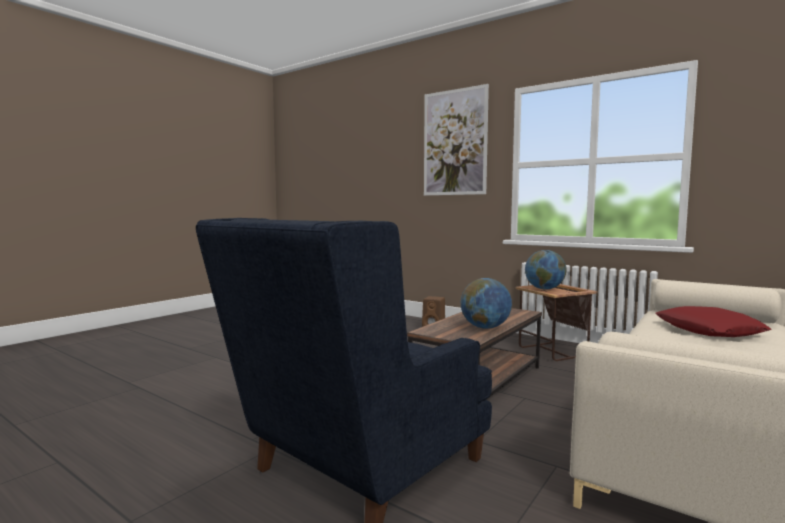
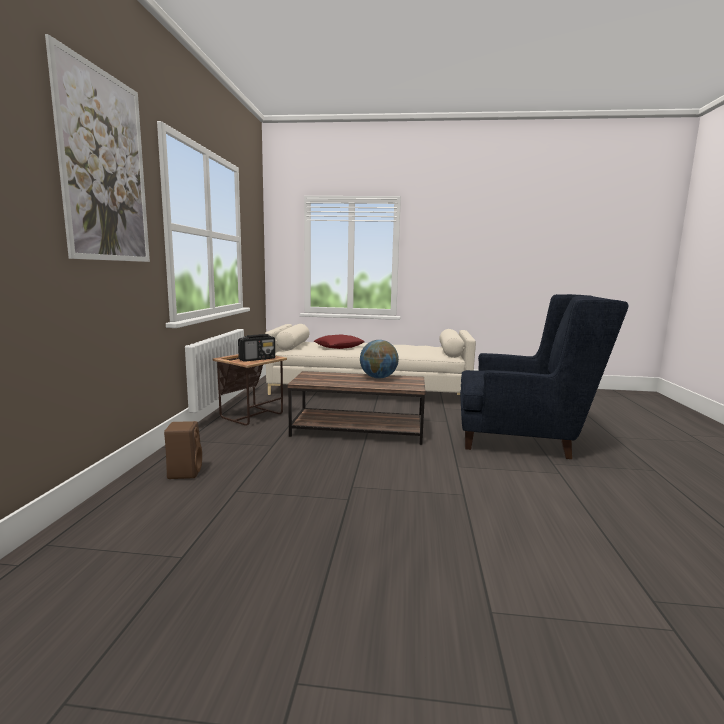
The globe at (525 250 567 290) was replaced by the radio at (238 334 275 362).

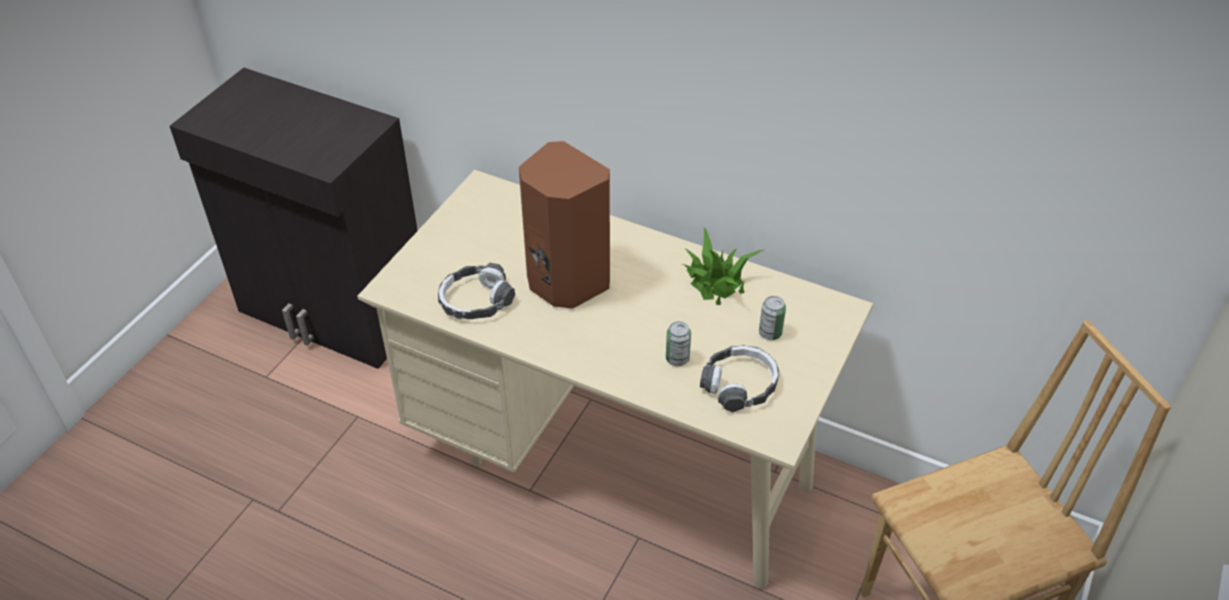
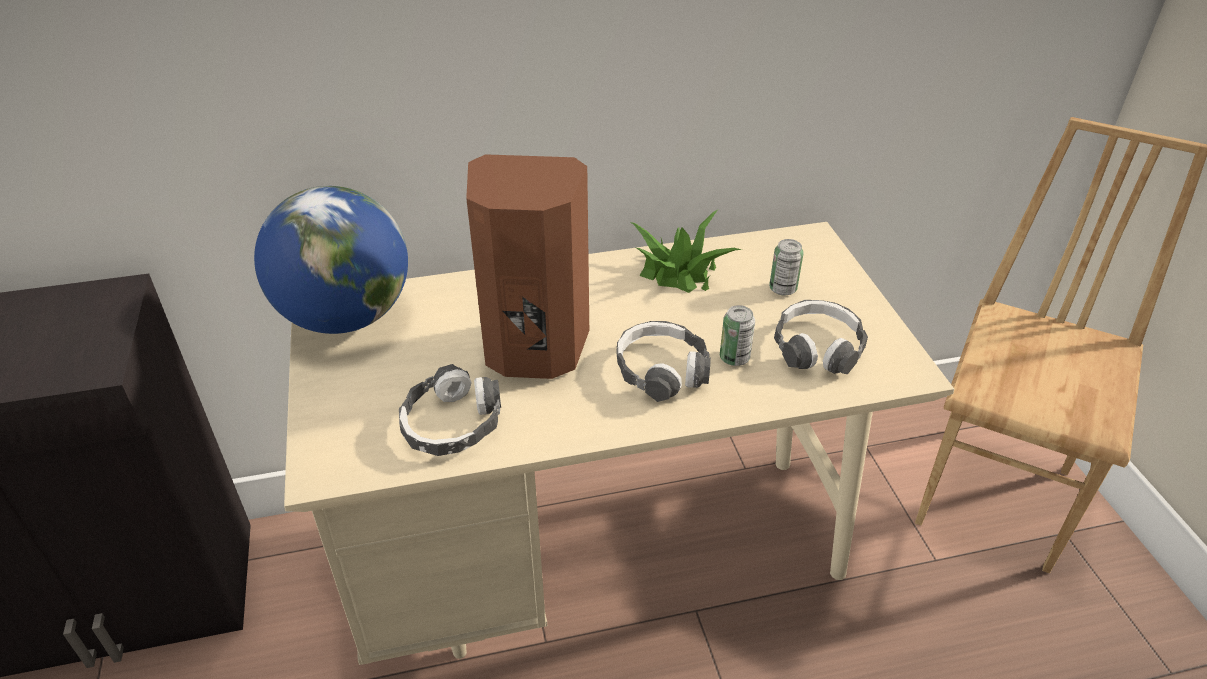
The globe at (254 186 408 334) appeared.
The headphones at (617 321 711 402) appeared.

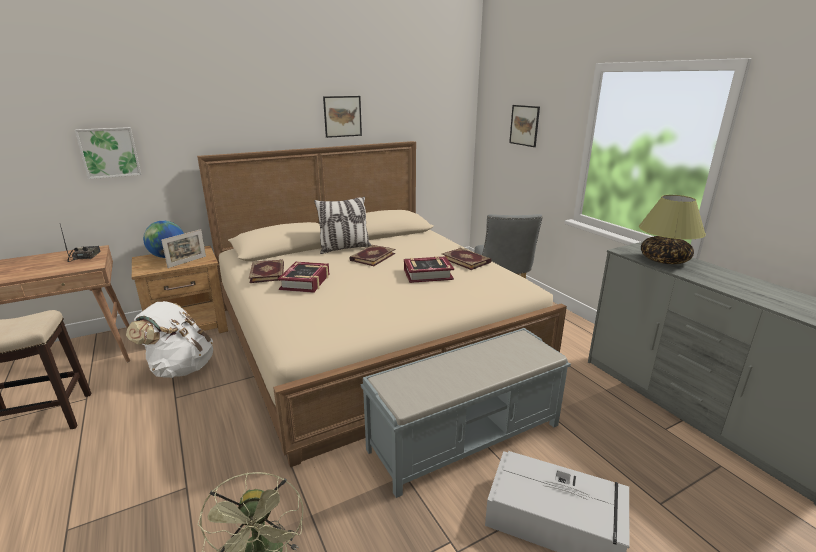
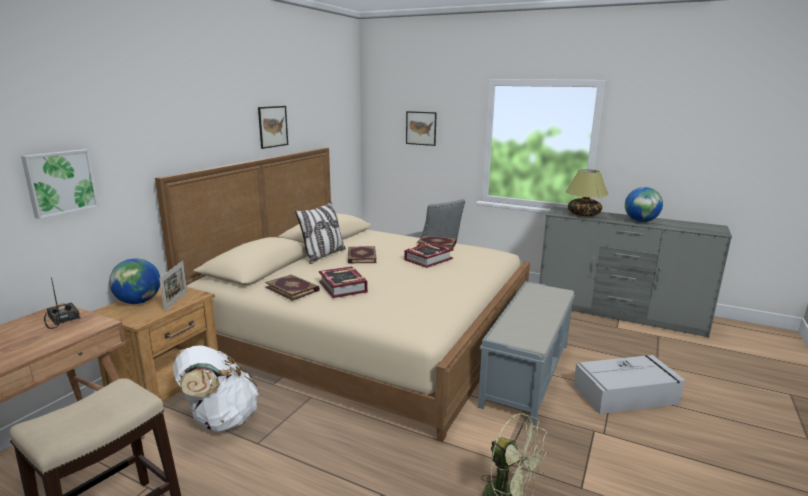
The globe at (625 187 663 222) appeared.

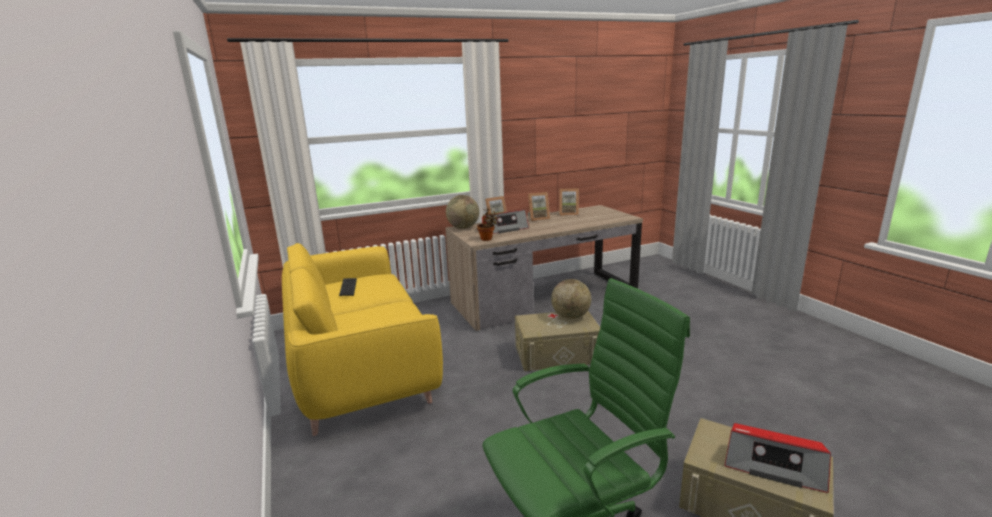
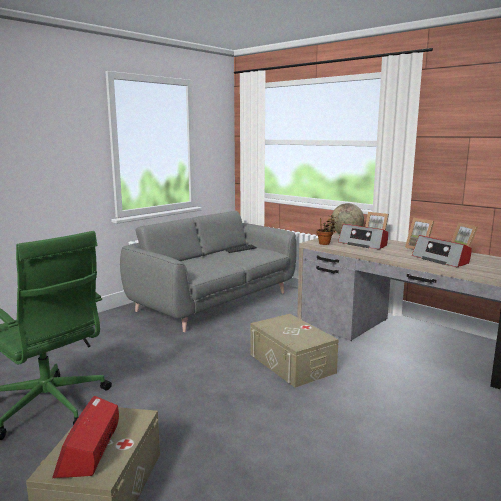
The couch/yellowish at (282 243 443 436) became the couch/grey at (120 211 297 332).
The radio at (412 235 472 267) appeared.
The globe at (551 279 591 319) disappeared.

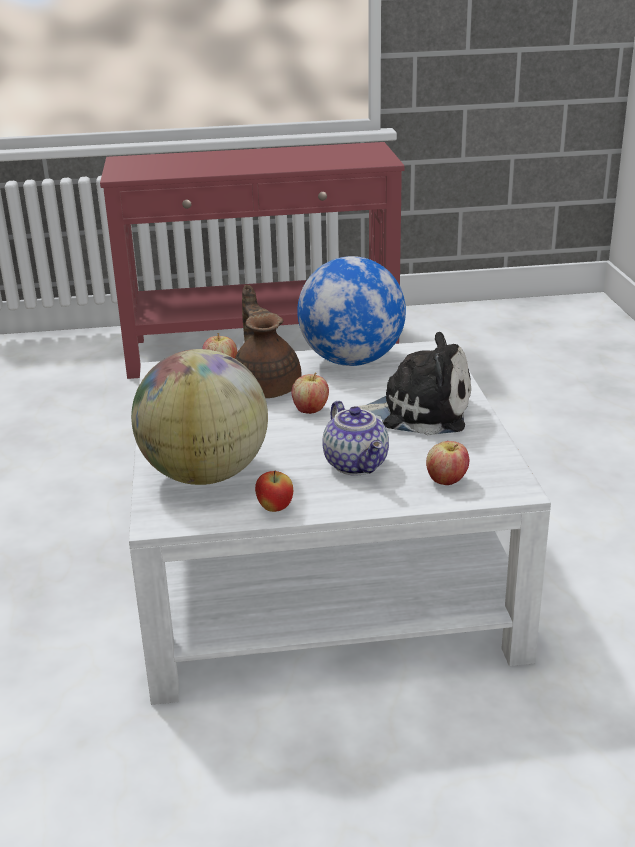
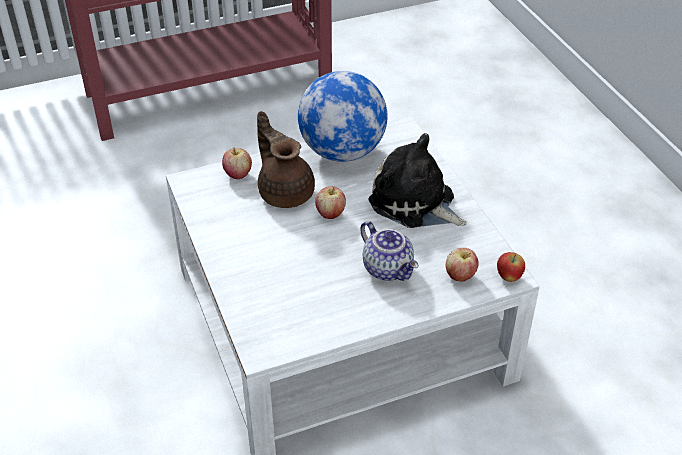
The cuddly toy at (357 332 471 435) turned 135 degrees counterclockwise.
The whole apple moved from (255 470 293 512) to (497 252 525 282).
The globe at (131 349 268 485) disappeared.

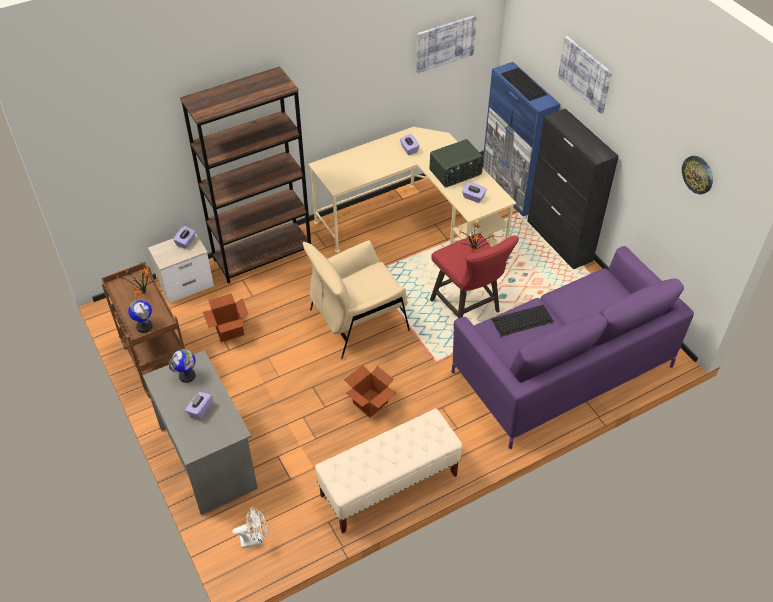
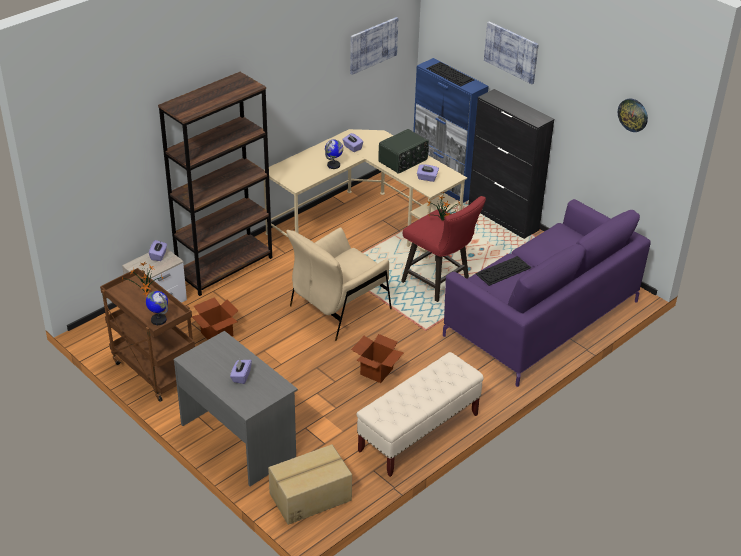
The cooling fan/white at (232 507 267 548) was replaced by the cardboard box at (268 444 352 525).
The globe moved from (169 349 196 383) to (325 140 343 169).

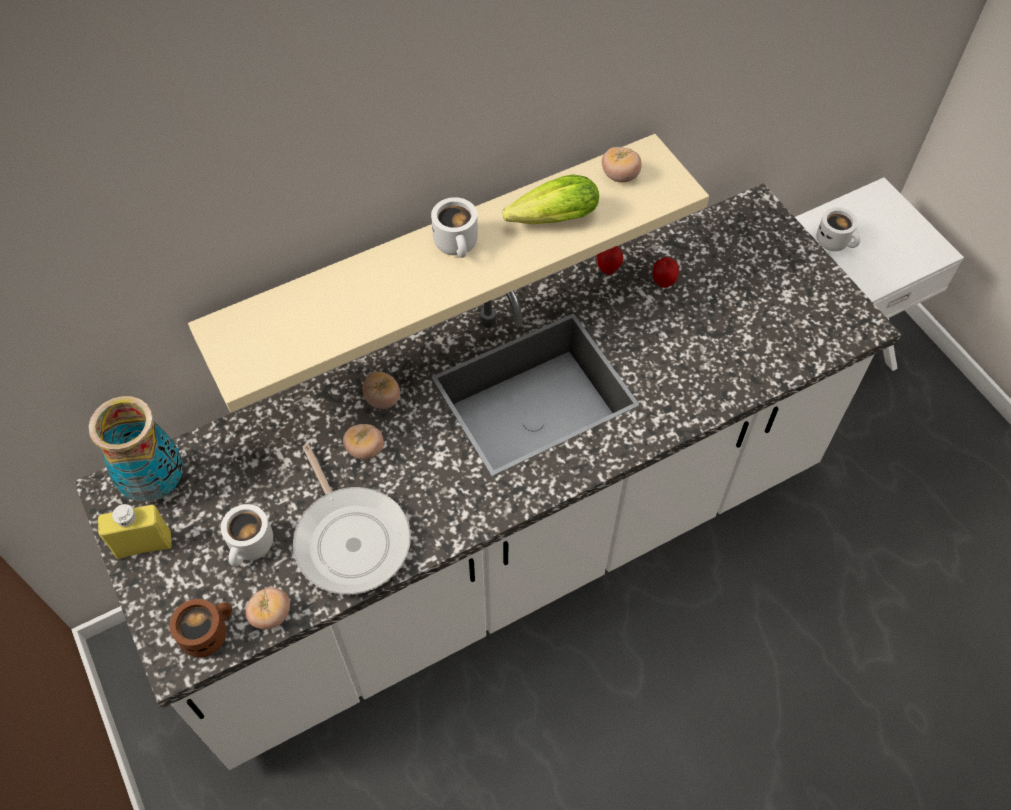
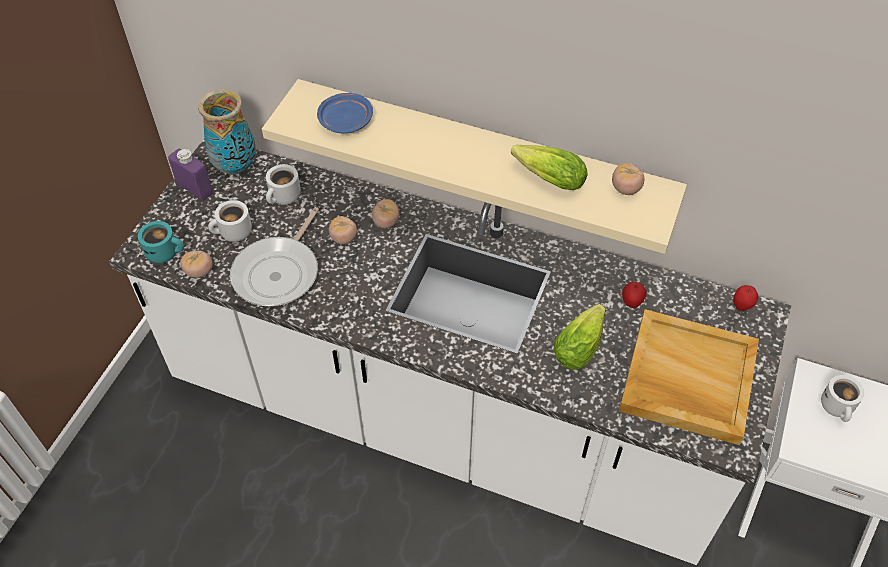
The coffee mug/brown-coloured at (170 599 232 658) became the coffee mug/turquoise-coloured at (138 221 184 263).
The bottle/yellowish at (98 504 172 559) became the bottle/purple at (168 148 213 201).
The coffee mug/white moved from (431 197 478 258) to (266 164 301 205).
The flat dish/blue-coloured at (317 93 373 134) appeared.
The head of lettuce at (554 304 606 370) appeared.
The tray/beige-coloured at (619 309 759 445) appeared.
The whole apple moved from (597 246 623 275) to (733 285 758 311).

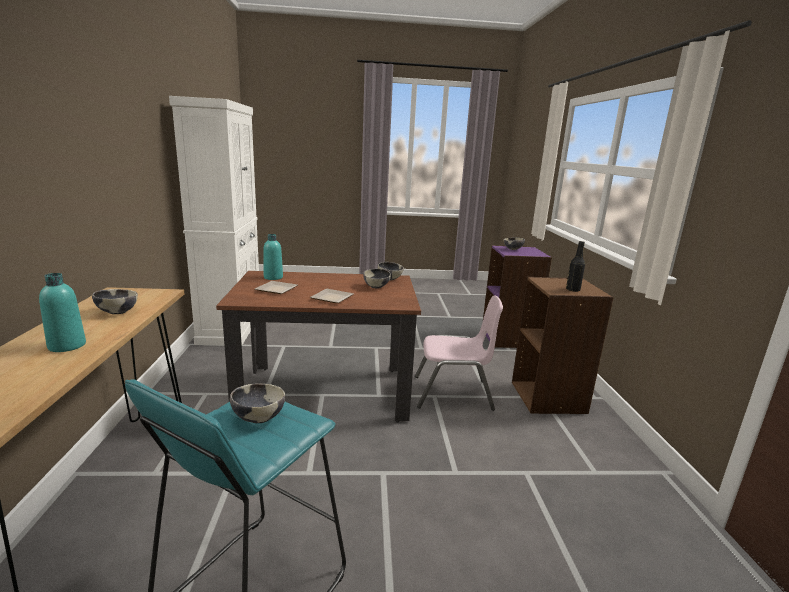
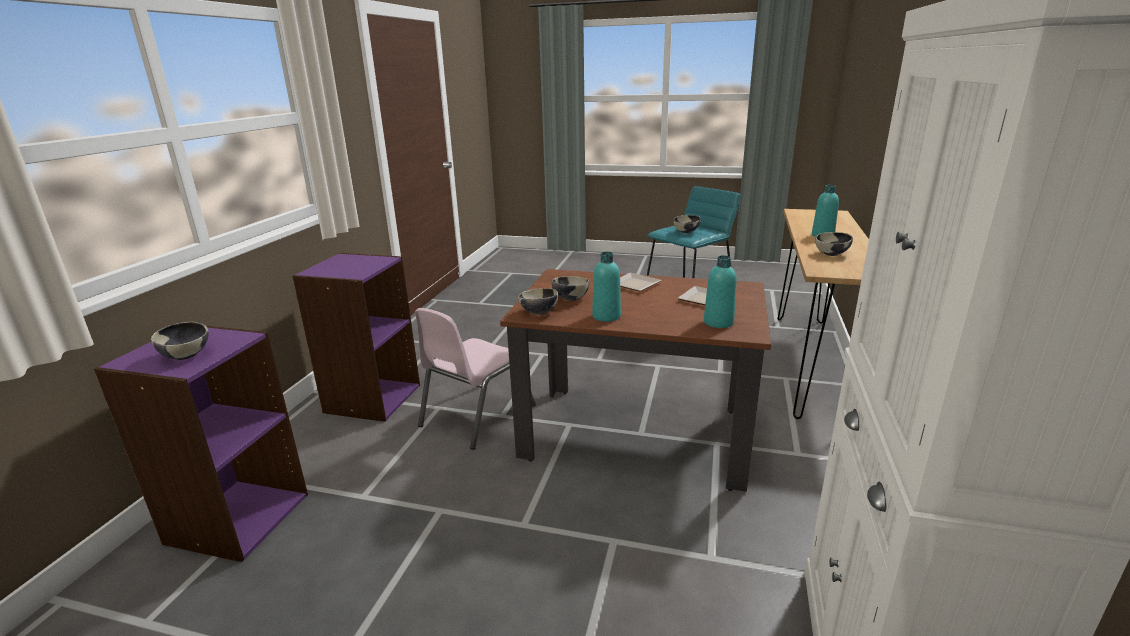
The bookcase/brown-coloured at (512 277 614 414) became the bookcase/purple at (292 253 420 422).
The plain chair/pink at (415 295 503 411) turned 75 degrees counterclockwise.
The bottle/turquoise-coloured at (592 251 621 322) appeared.
The bottle/black at (566 241 585 291) disappeared.

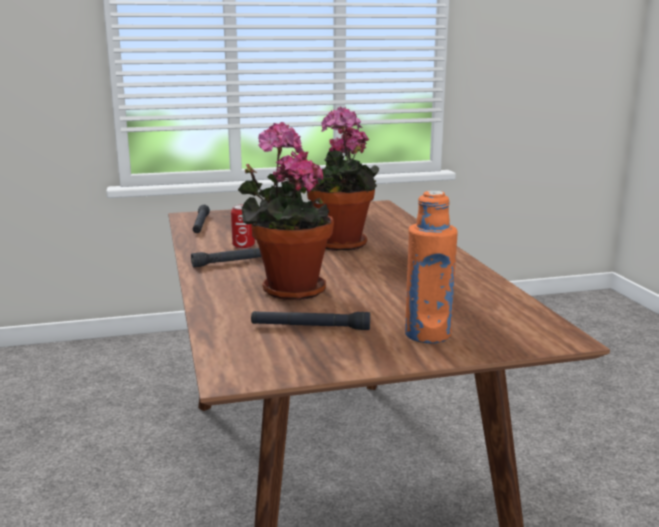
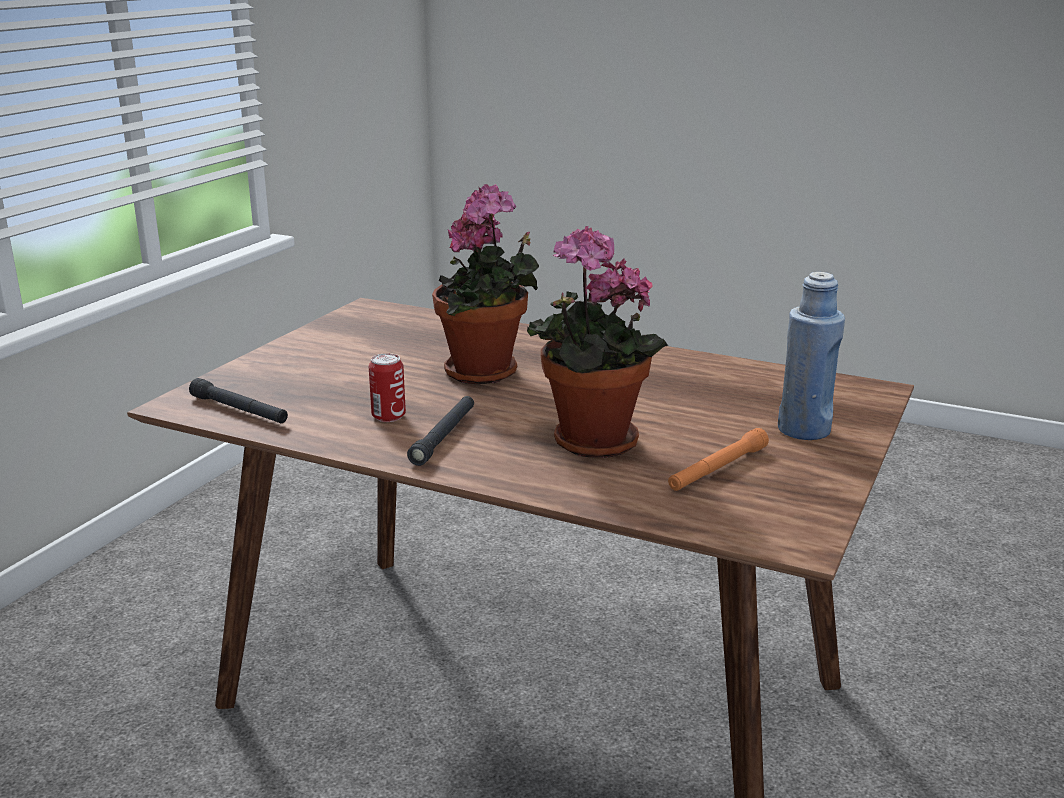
The torch/black at (251 311 370 330) became the torch/orange at (668 428 769 491).
The bottle/orange at (405 191 457 344) became the bottle/blue-coloured at (778 272 845 440).

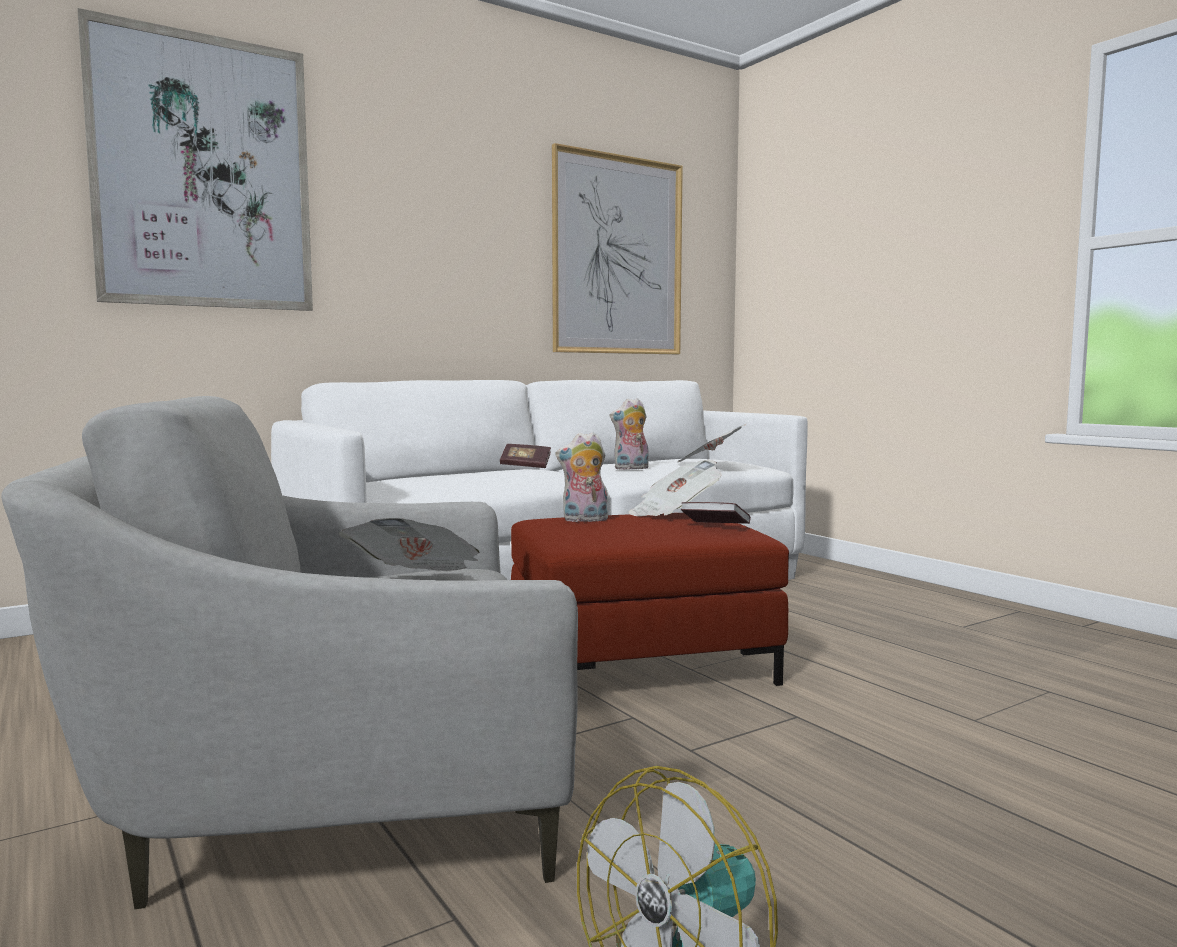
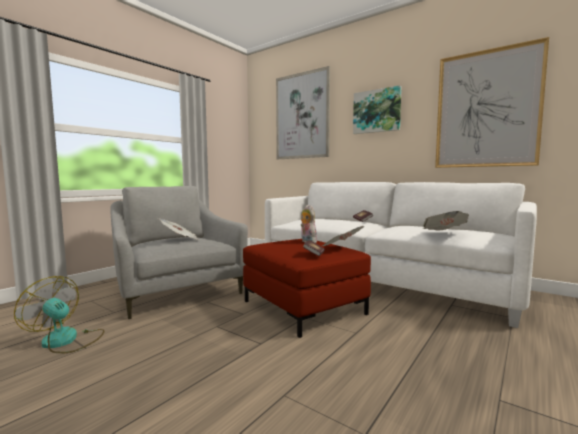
The wall art at (353 85 402 134) appeared.
The cuddly toy at (610 398 649 470) disappeared.

